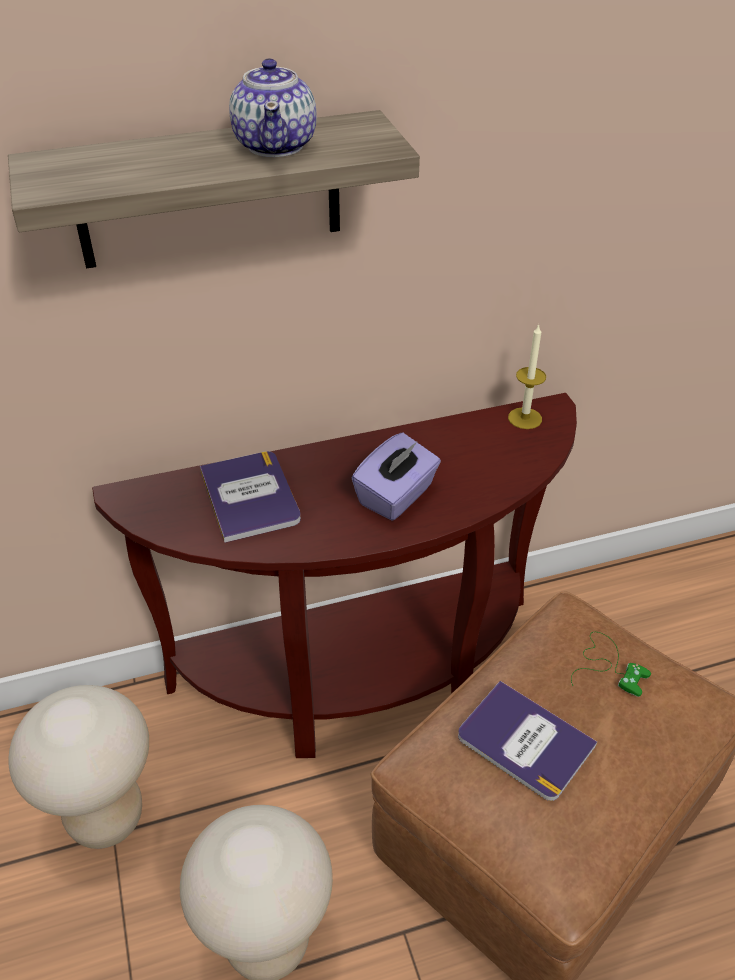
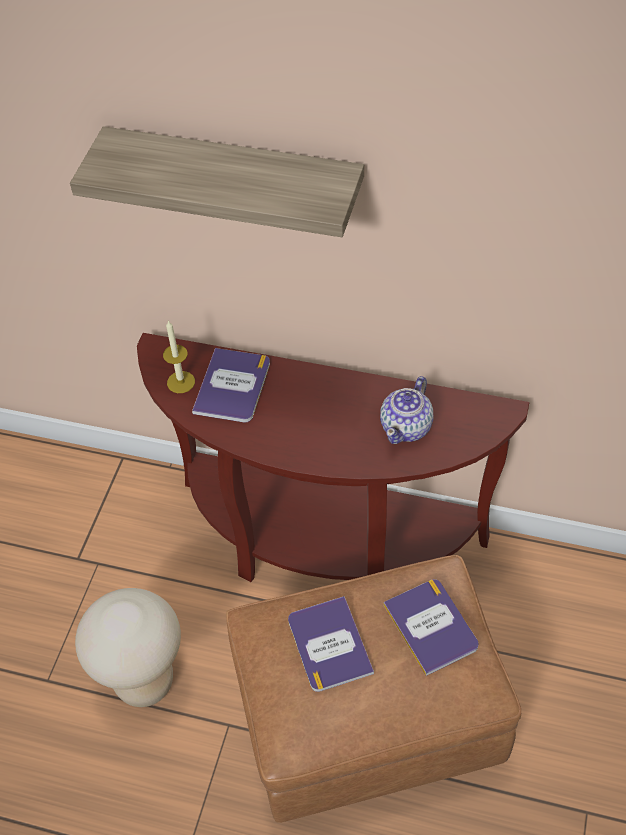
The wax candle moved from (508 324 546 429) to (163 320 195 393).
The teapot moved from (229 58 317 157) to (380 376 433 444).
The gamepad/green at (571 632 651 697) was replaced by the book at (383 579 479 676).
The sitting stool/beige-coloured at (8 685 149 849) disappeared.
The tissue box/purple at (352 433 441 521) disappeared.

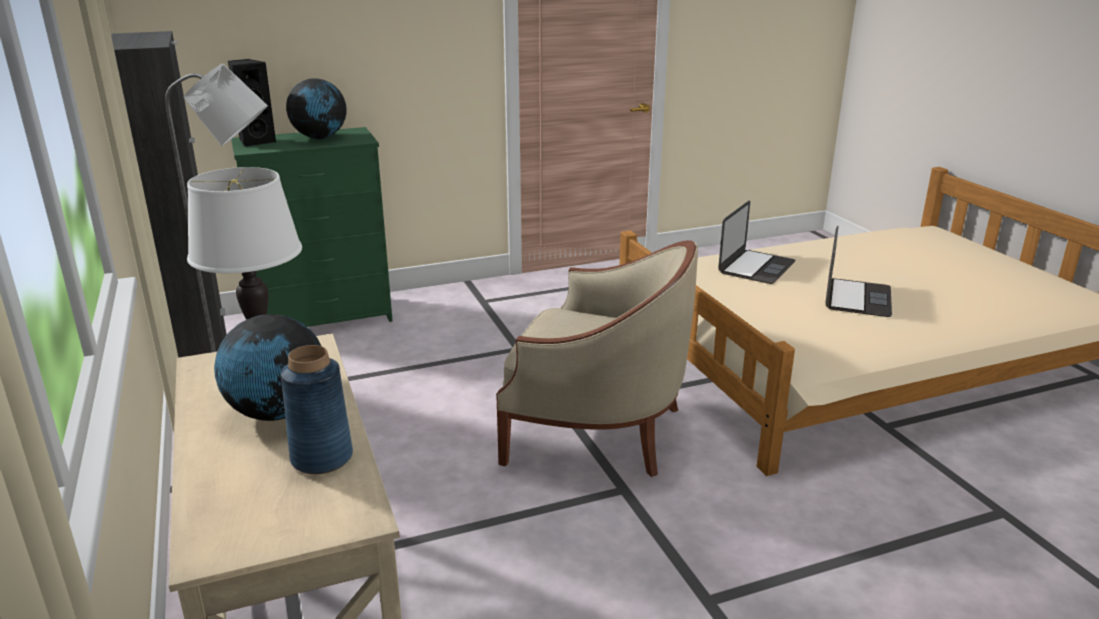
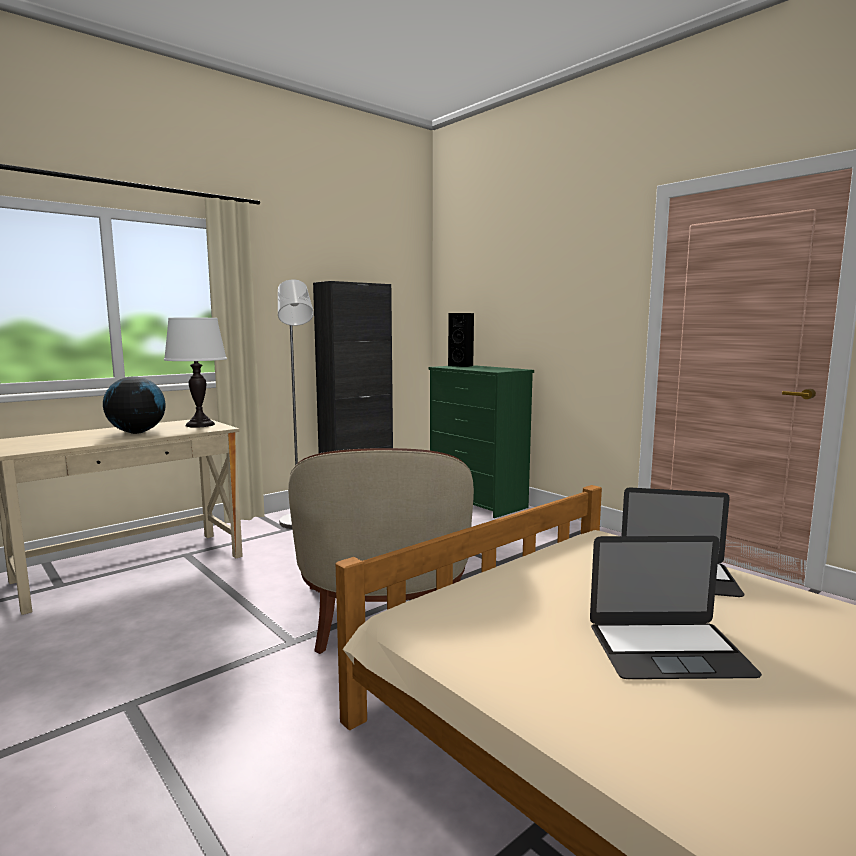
The vase/blue-coloured at (280 345 353 474) disappeared.
The globe at (286 78 346 139) disappeared.

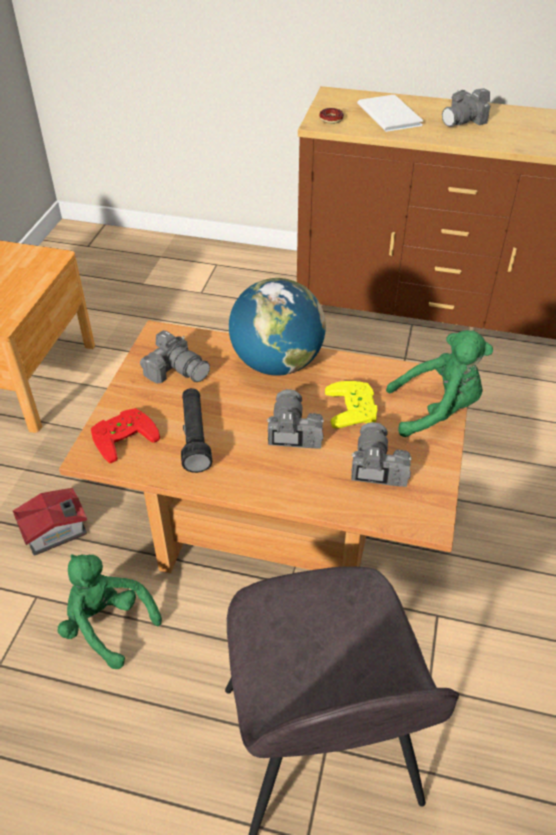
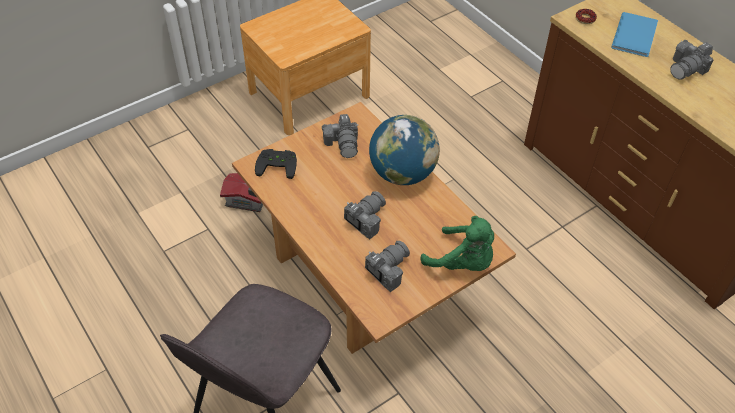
The gamepad/red at (91 408 160 463) became the gamepad/black at (255 149 297 179).
The book/white at (357 95 423 132) became the book/blue-coloured at (611 12 658 57).
The still camera at (442 88 490 127) turned 45 degrees counterclockwise.
The cuddly toy/green at (57 554 162 669) disappeared.
The torch/black at (181 388 212 473) disappeared.
The gamepad/yellowish at (325 381 377 428) disappeared.

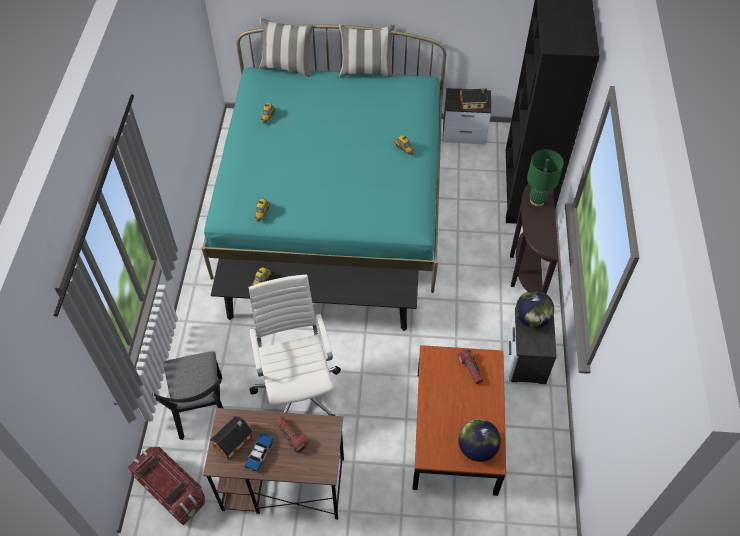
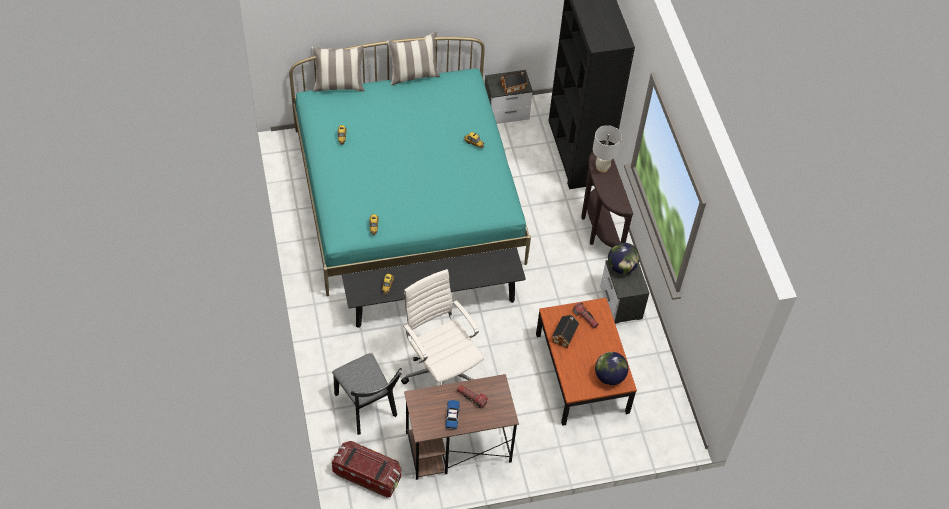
The miniature house moved from (209 416 253 460) to (552 315 579 348).
The tabletop lamp/green at (527 149 564 206) became the tabletop lamp/white at (593 125 622 173).

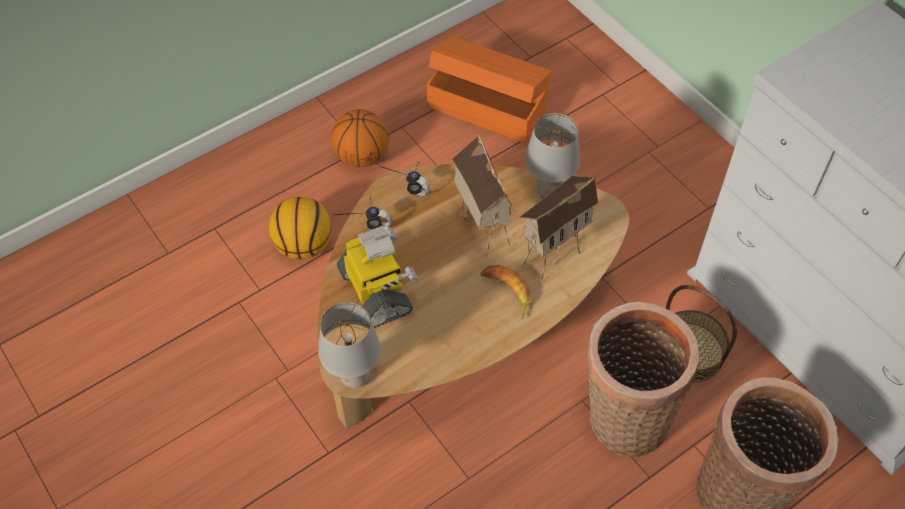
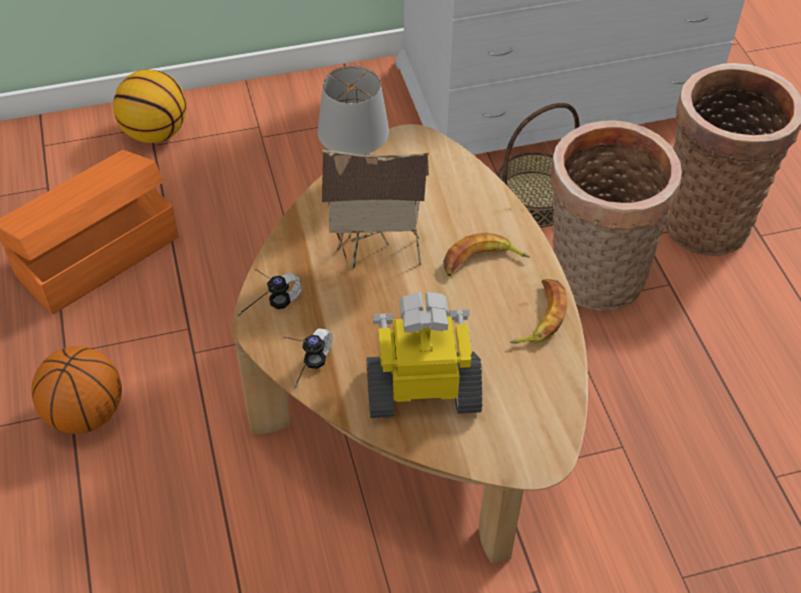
The basketball moved from (269 197 331 259) to (113 70 186 143).
The banana at (510 279 567 343) appeared.
The tabletop lamp/grey at (319 302 381 388) disappeared.
The miniature house at (519 176 598 284) disappeared.

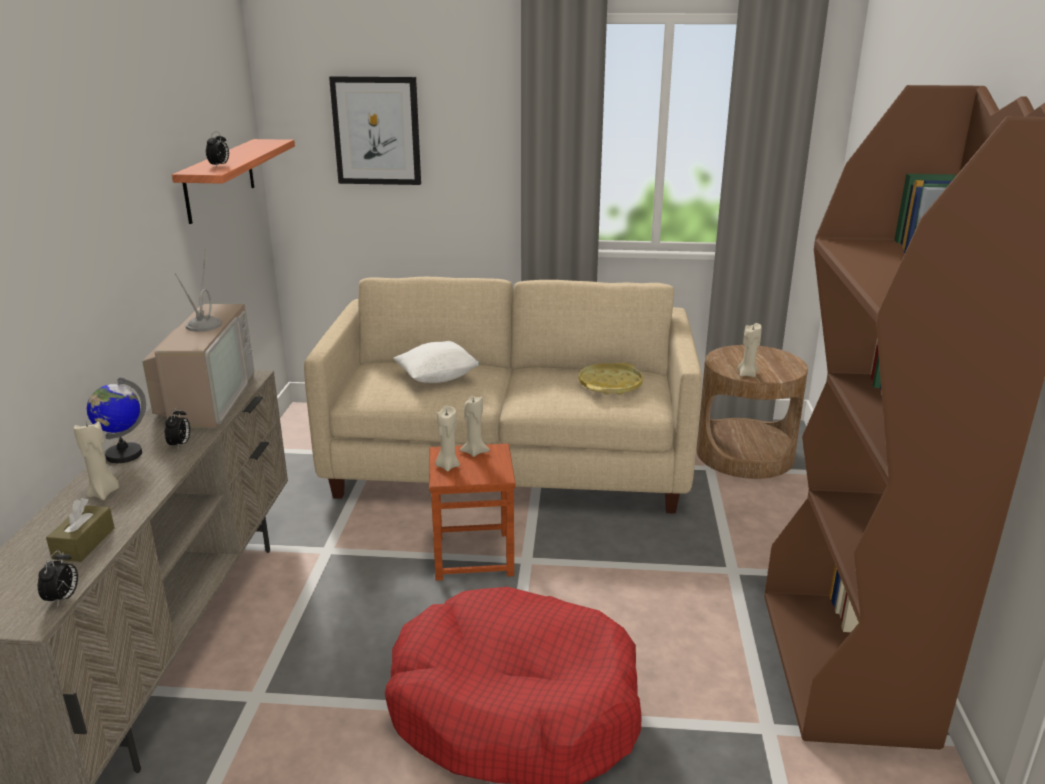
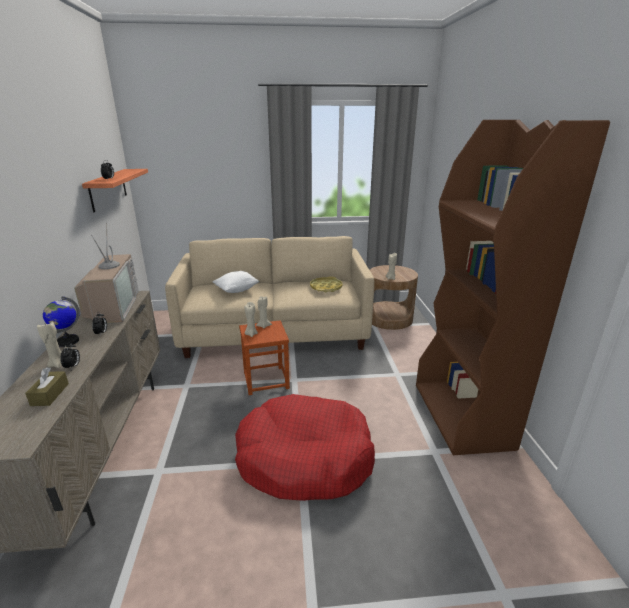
The alarm clock moved from (38 550 78 607) to (60 343 80 370).
The wall art at (329 76 421 185) disappeared.

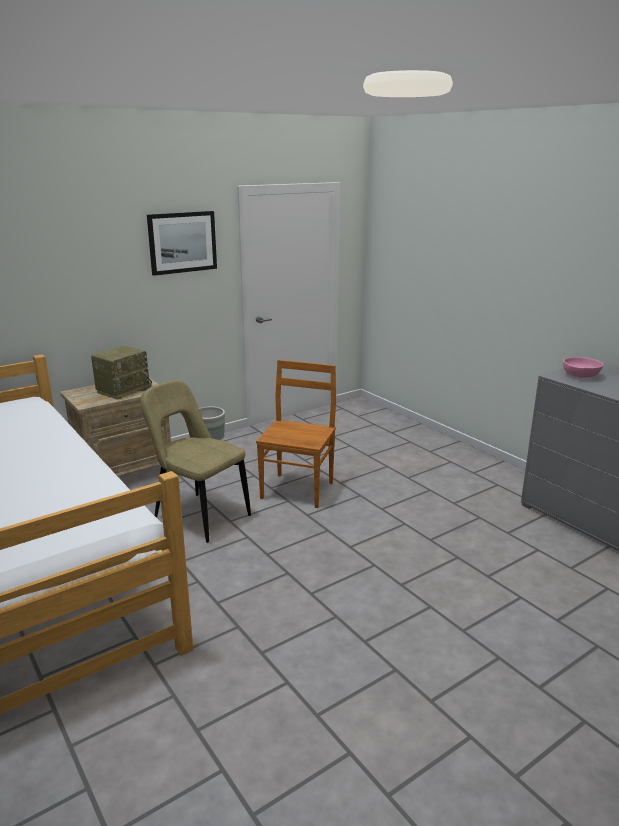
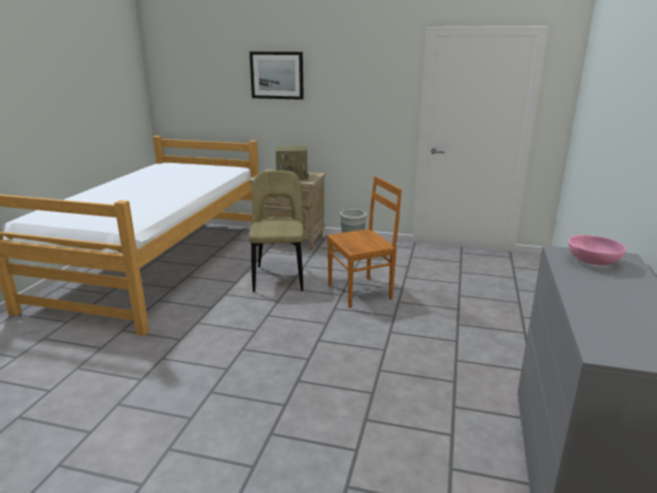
The wall art moved from (147 211 217 276) to (249 52 304 100).

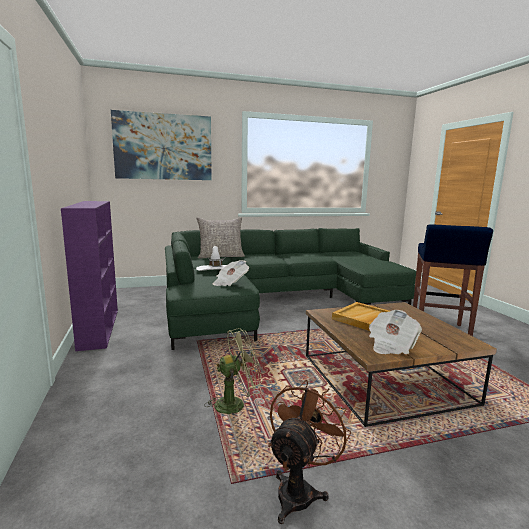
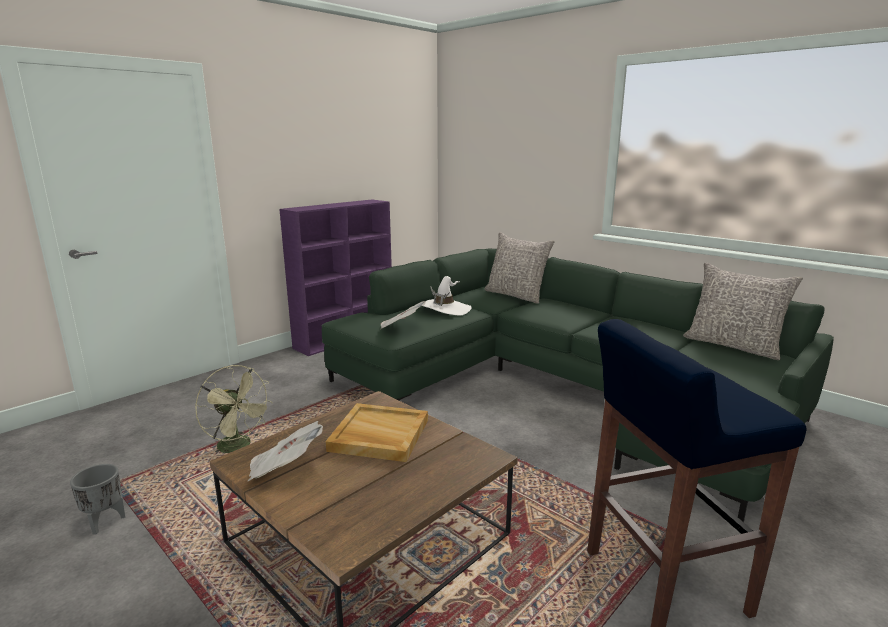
The cooling fan/brown-coloured at (268 380 351 524) was replaced by the plant pot/grey at (70 464 125 535).
The throw pillow/grey at (683 262 803 360) appeared.
The wall art at (111 110 212 180) disappeared.

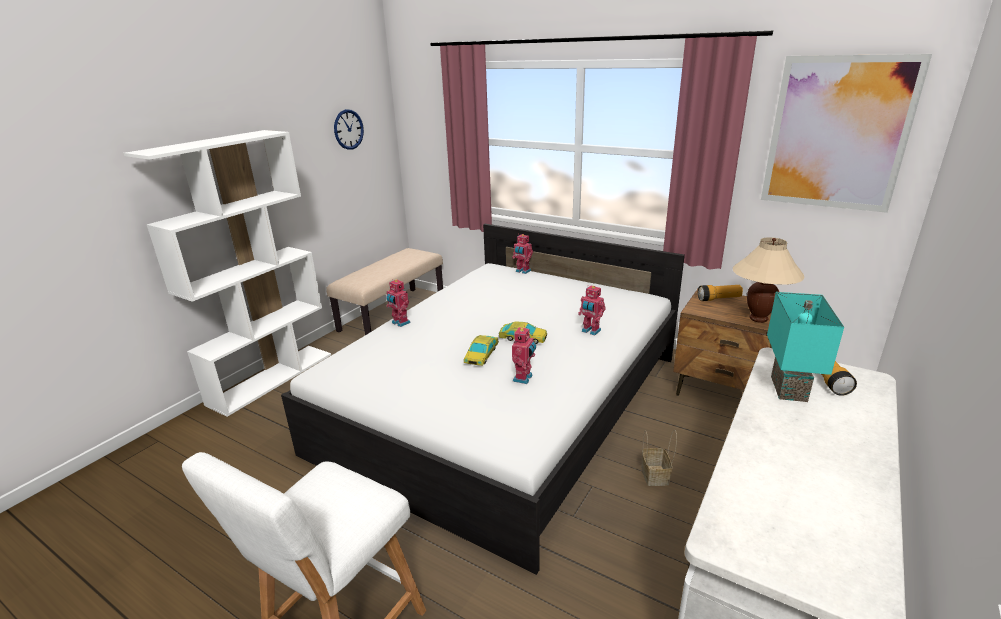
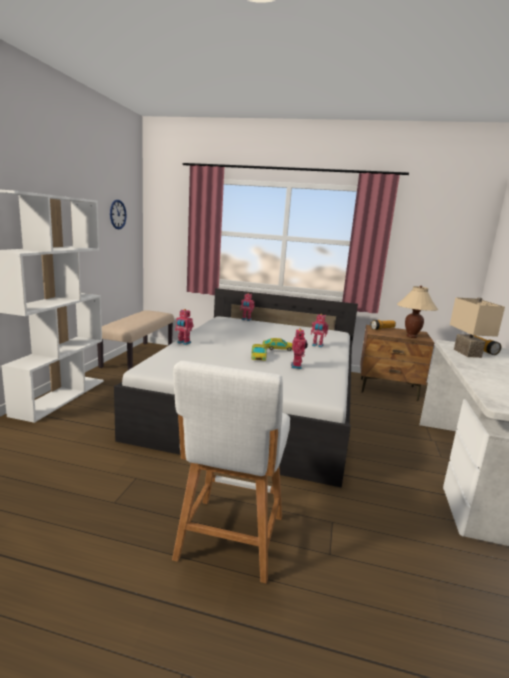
The tabletop lamp/turquoise-coloured at (767 292 844 402) became the tabletop lamp/beige-coloured at (450 297 505 358).
The storage basket at (641 430 677 486) disappeared.
The wall art at (761 54 932 213) disappeared.

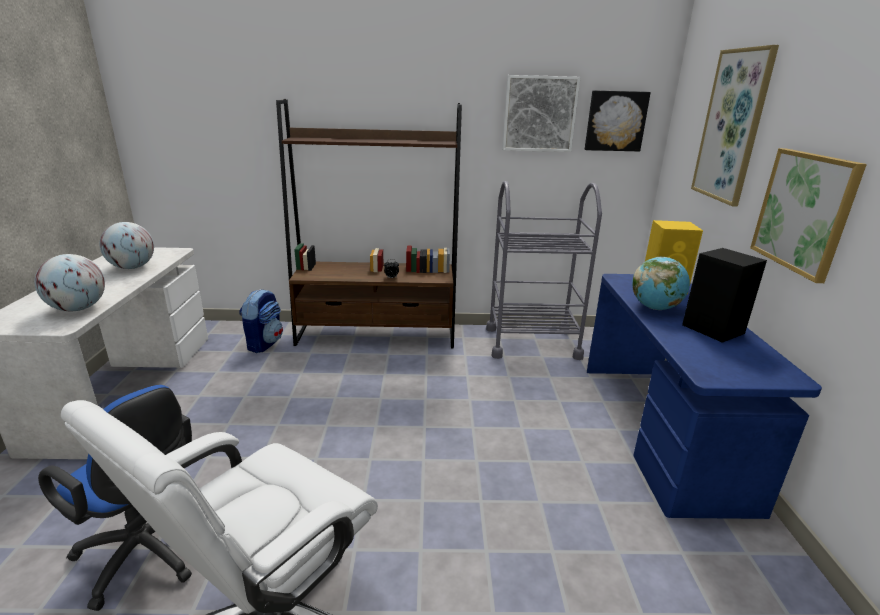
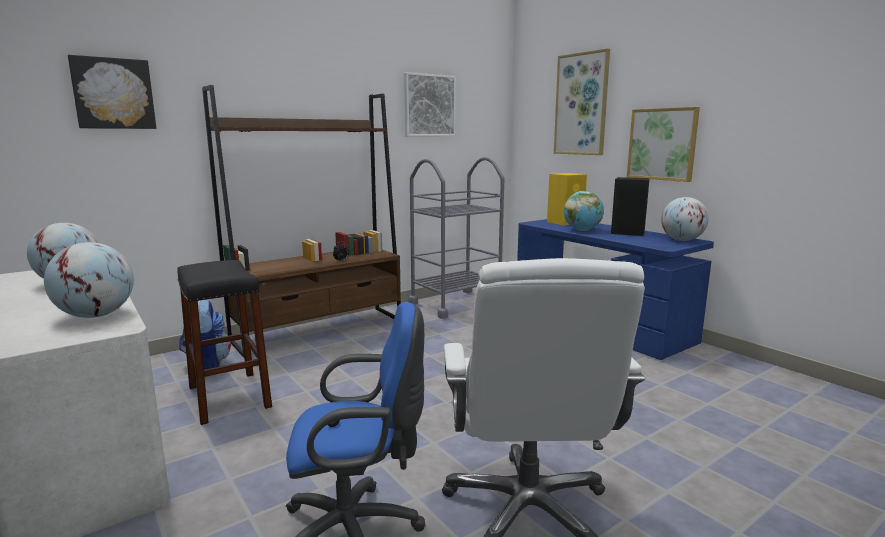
The wall art moved from (585 90 651 151) to (68 55 156 129).
The sitting stool/black at (177 260 272 425) appeared.
The globe at (661 197 709 241) appeared.

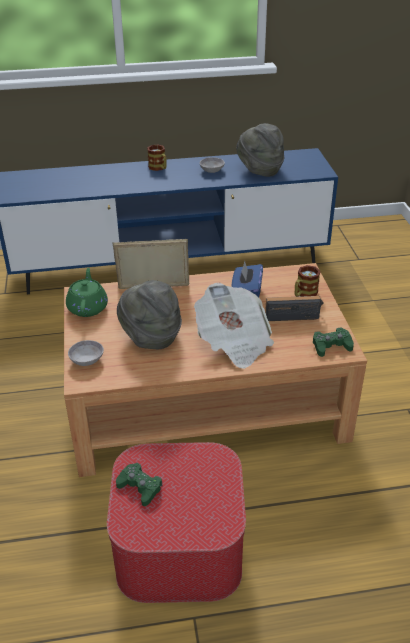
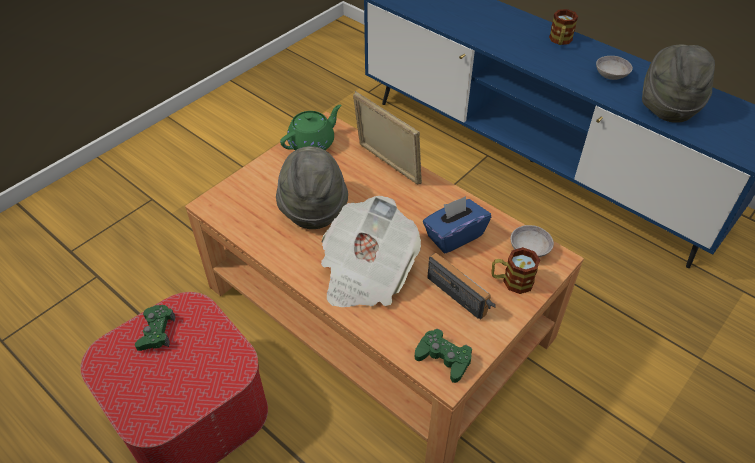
The bowl/grey moved from (68 340 104 366) to (510 225 554 257).

